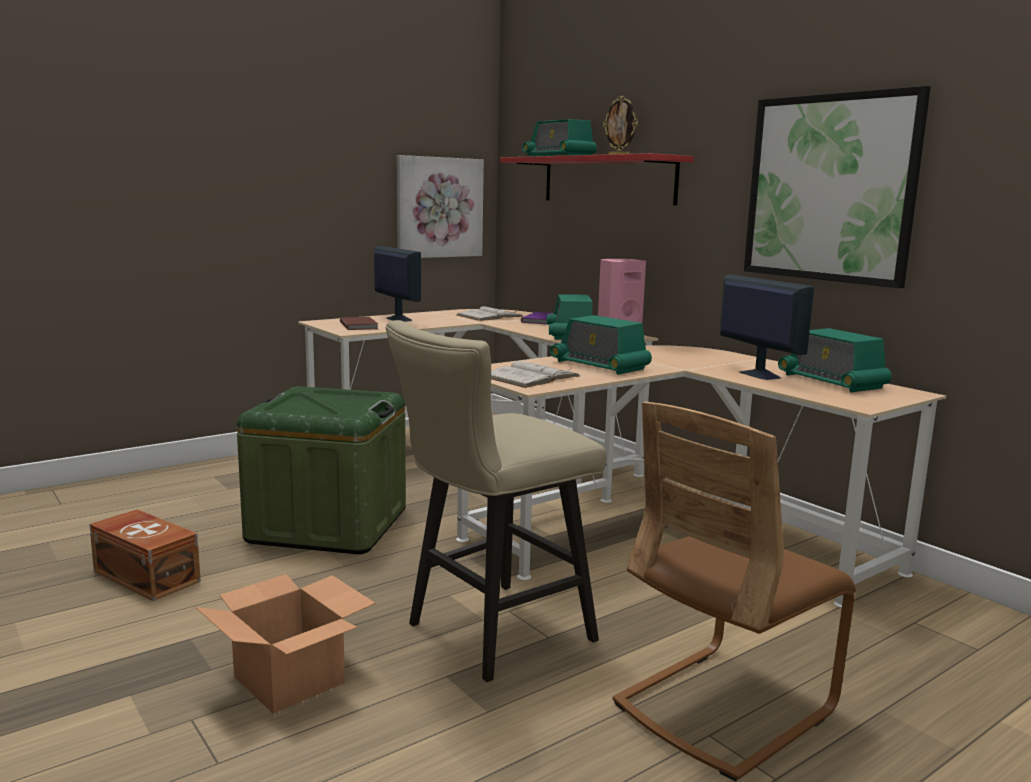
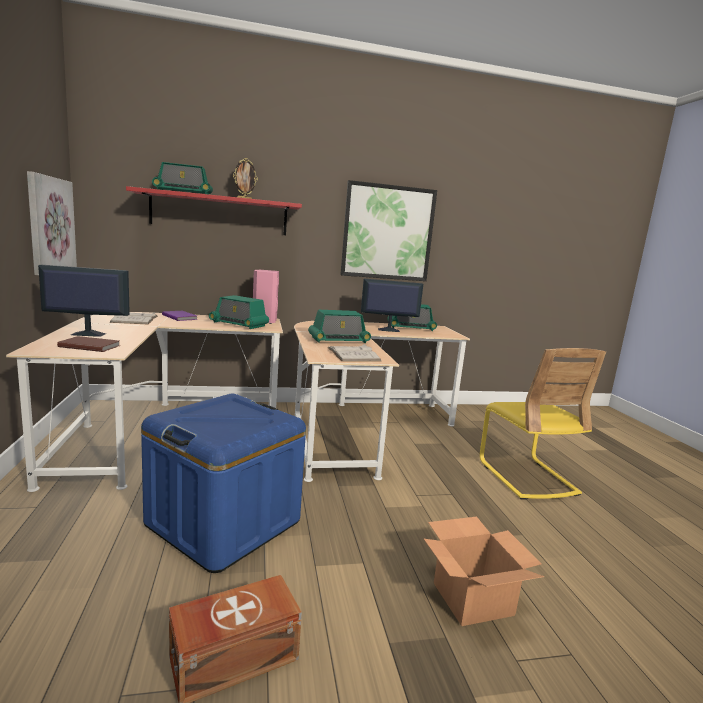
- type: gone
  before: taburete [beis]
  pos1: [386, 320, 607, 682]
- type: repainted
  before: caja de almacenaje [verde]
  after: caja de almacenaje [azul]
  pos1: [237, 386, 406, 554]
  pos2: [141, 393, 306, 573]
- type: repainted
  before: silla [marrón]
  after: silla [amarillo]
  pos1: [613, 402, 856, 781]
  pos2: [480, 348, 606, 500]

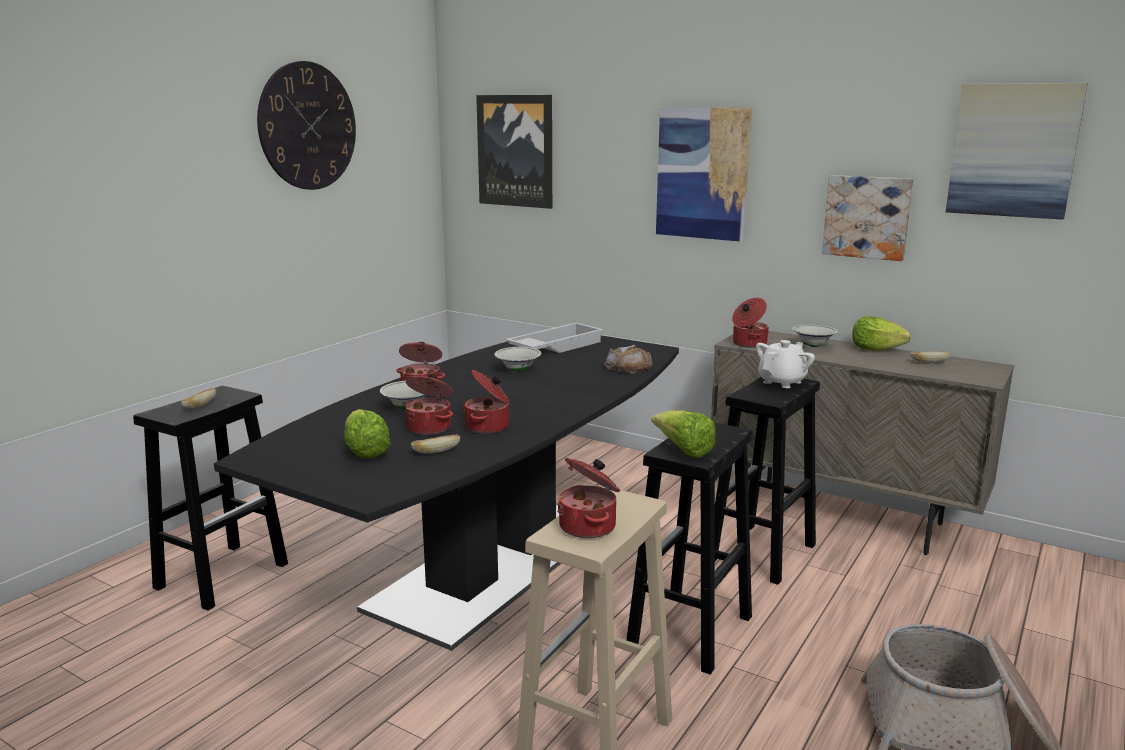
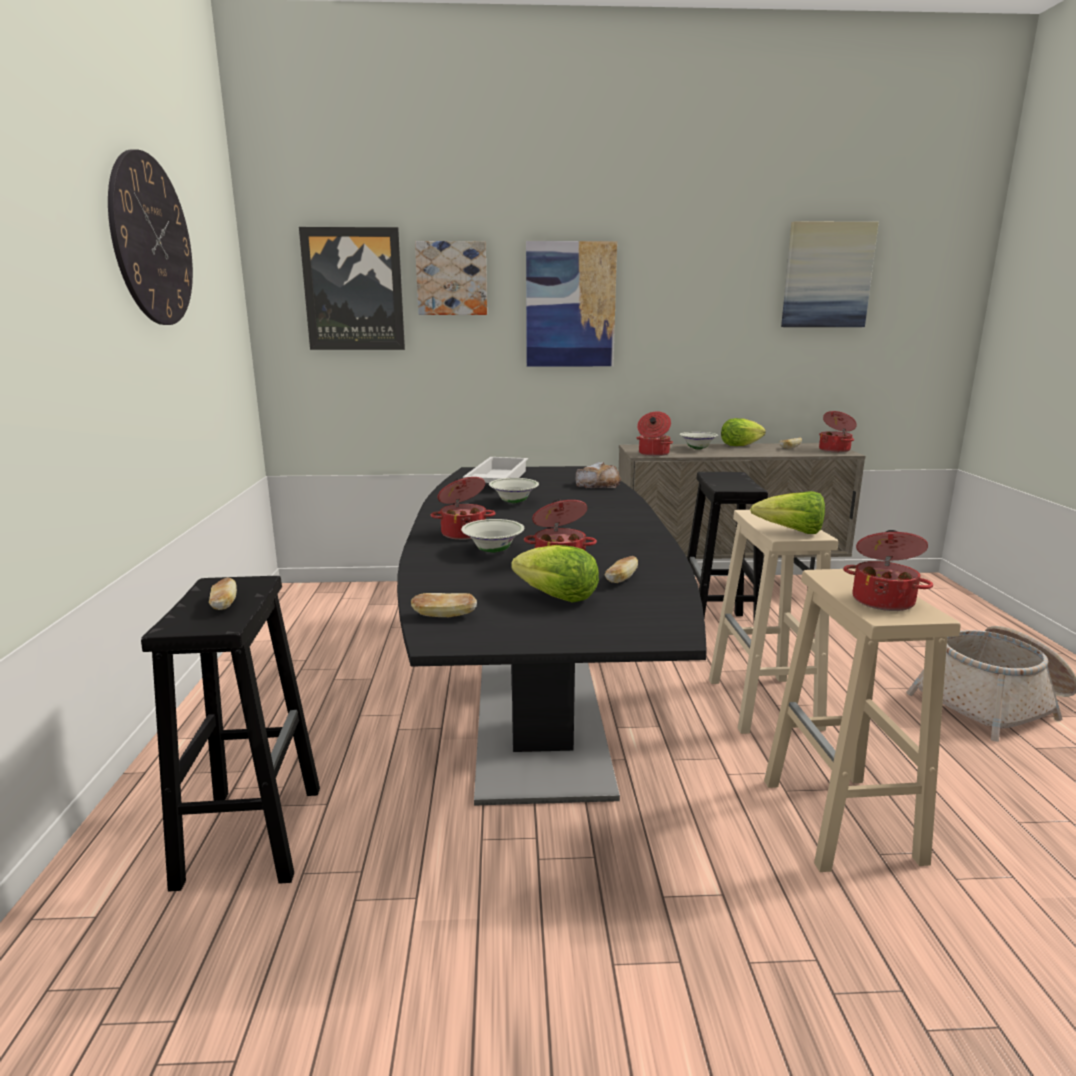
- type: shifted
  before: cuadro
  pos1: [822, 175, 913, 261]
  pos2: [415, 241, 487, 315]
- type: gone
  before: tetera [blanco]
  pos1: [756, 340, 815, 388]
- type: shifted
  before: olla
  pos1: [463, 370, 509, 434]
  pos2: [819, 411, 857, 453]
- type: repainted
  before: taburete [negro]
  after: taburete [beis]
  pos1: [626, 423, 753, 675]
  pos2: [709, 510, 838, 734]
- type: new
  after: pan
  pos2: [411, 593, 477, 617]

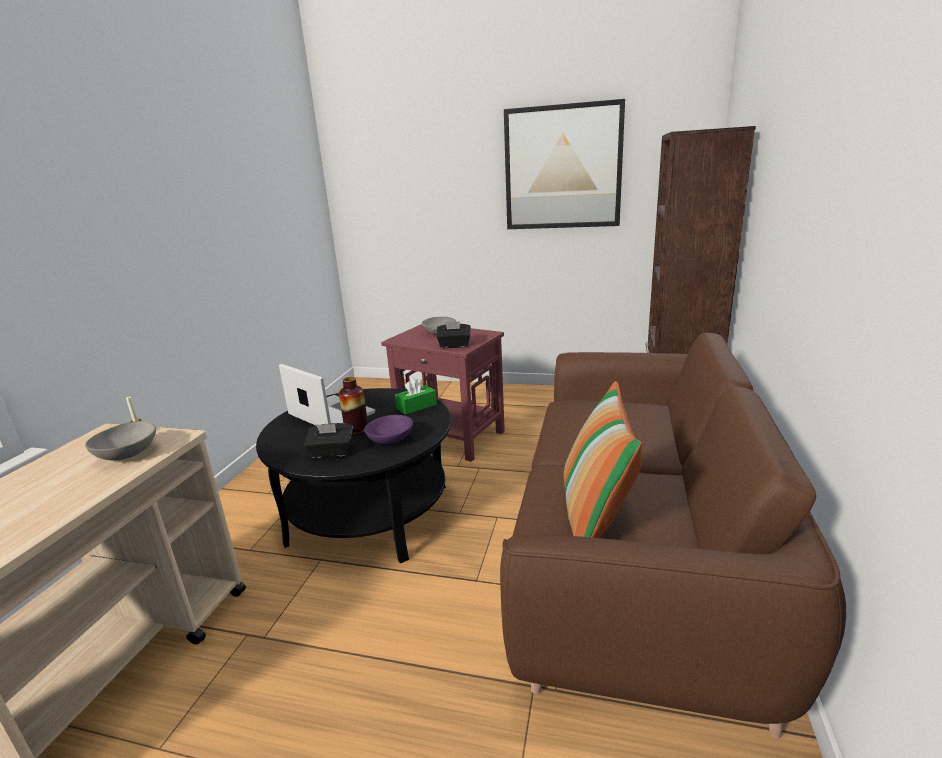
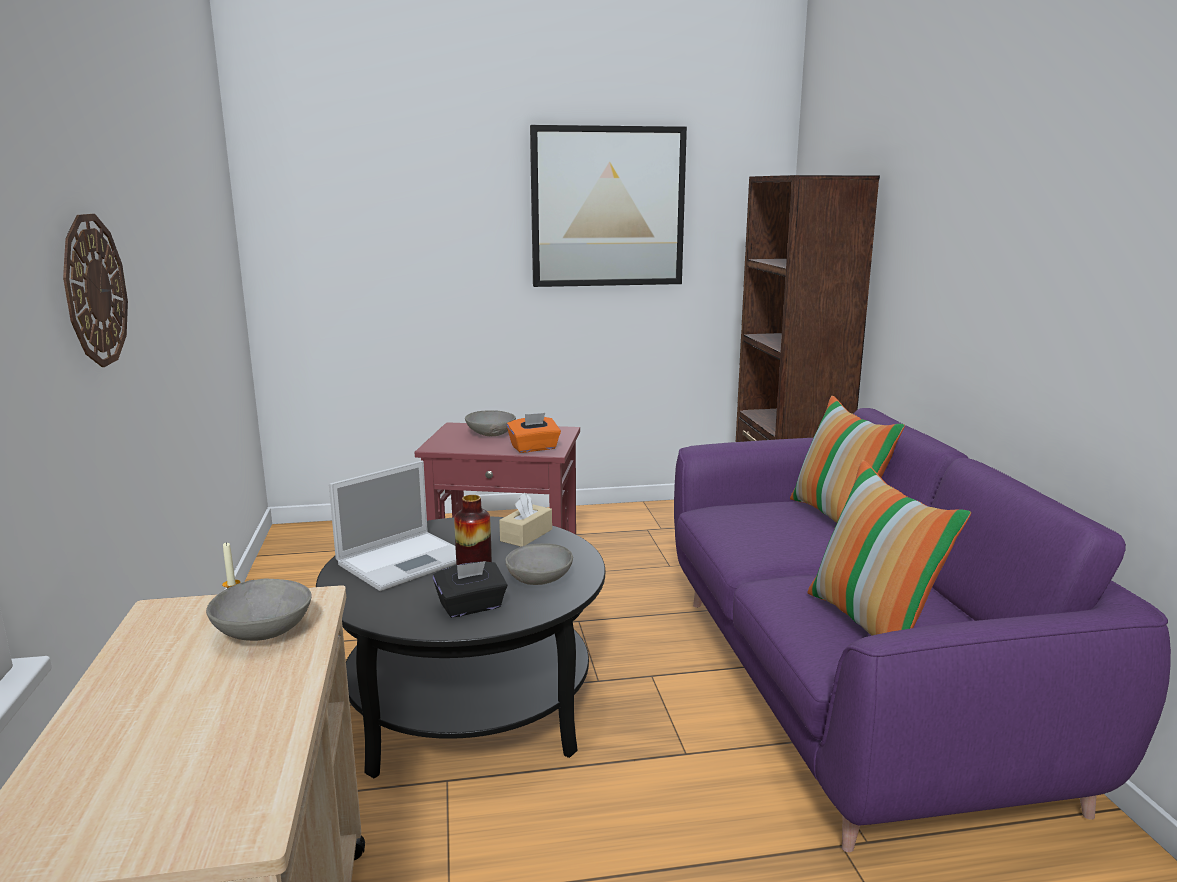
- type: repainted
  before: caja de pañuelos [negro]
  after: caja de pañuelos [naranja]
  pos1: [436, 321, 471, 348]
  pos2: [507, 413, 561, 453]
- type: repainted
  before: sofá [marrón]
  after: sofá [morado]
  pos1: [500, 333, 846, 738]
  pos2: [674, 408, 1171, 852]
- type: rotated
  before: portátil
  pos1: [279, 364, 375, 425]
  pos2: [329, 461, 456, 591]
  turn: 120
- type: repainted
  before: caja de pañuelos [verde]
  after: caja de pañuelos [beis]
  pos1: [395, 377, 437, 415]
  pos2: [499, 492, 552, 547]
- type: repainted
  before: cuenco [morado]
  after: cuenco [gris]
  pos1: [365, 415, 413, 444]
  pos2: [505, 544, 573, 585]
- type: new
  after: reloj de pared
  pos2: [63, 214, 128, 367]
- type: new
  after: cojín
  pos2: [790, 396, 905, 522]

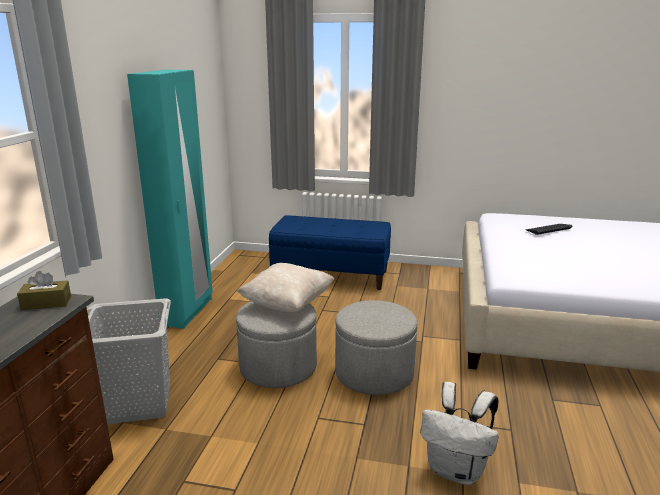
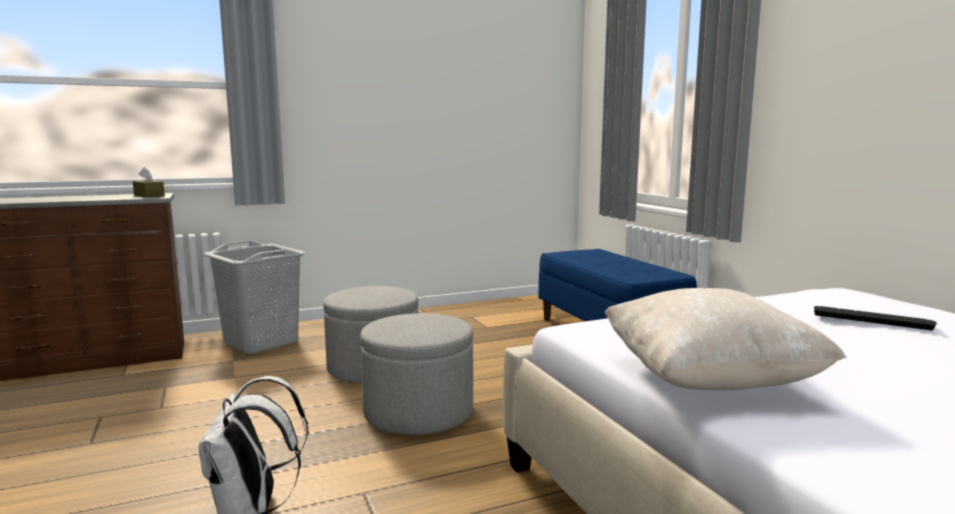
- type: gone
  before: armario ropero [turquesa]
  pos1: [127, 70, 213, 329]
- type: shifted
  before: cojín [beis]
  pos1: [237, 263, 334, 312]
  pos2: [604, 288, 847, 390]

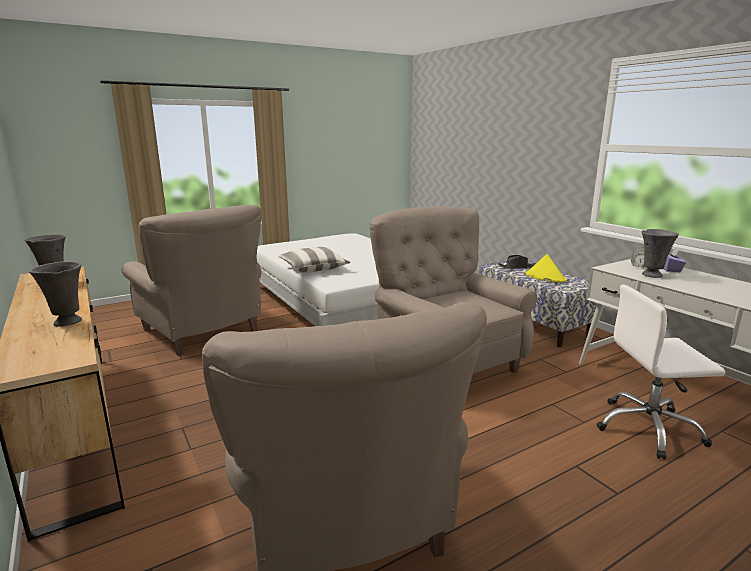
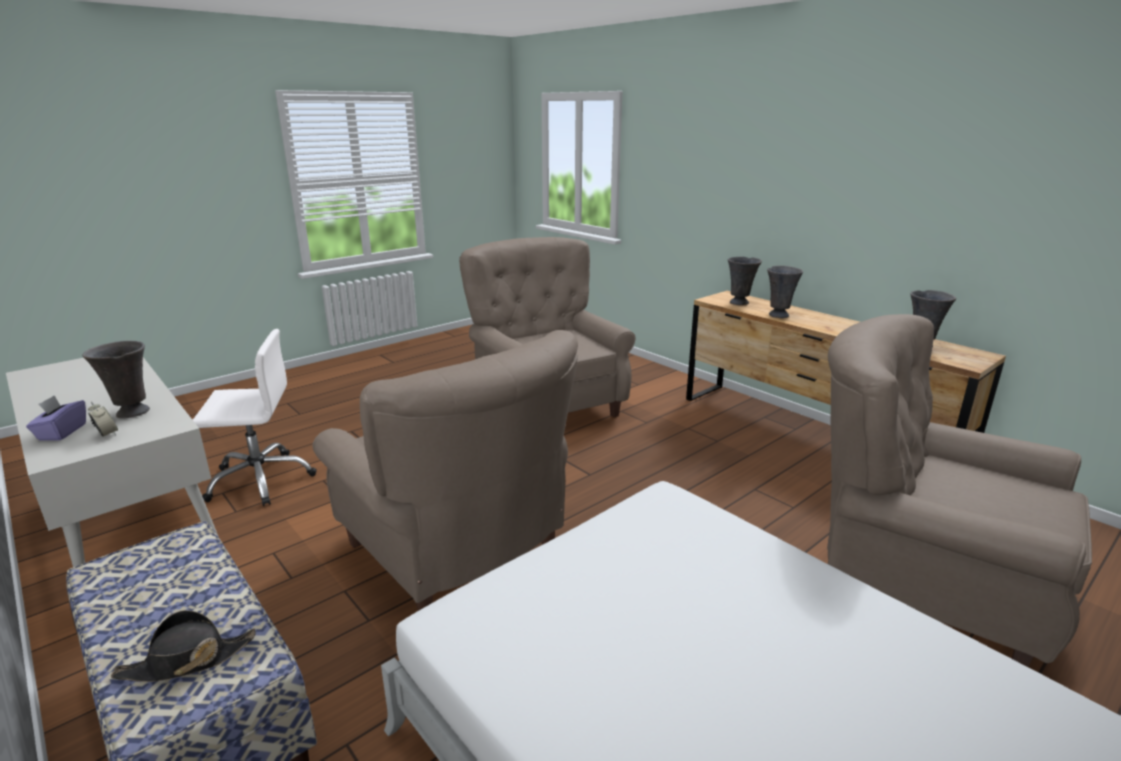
- type: gone
  before: cojín
  pos1: [278, 247, 350, 273]
- type: gone
  before: sombrero [amarillo]
  pos1: [526, 254, 567, 282]
- type: new
  after: florero [gris]
  pos2: [728, 257, 762, 305]

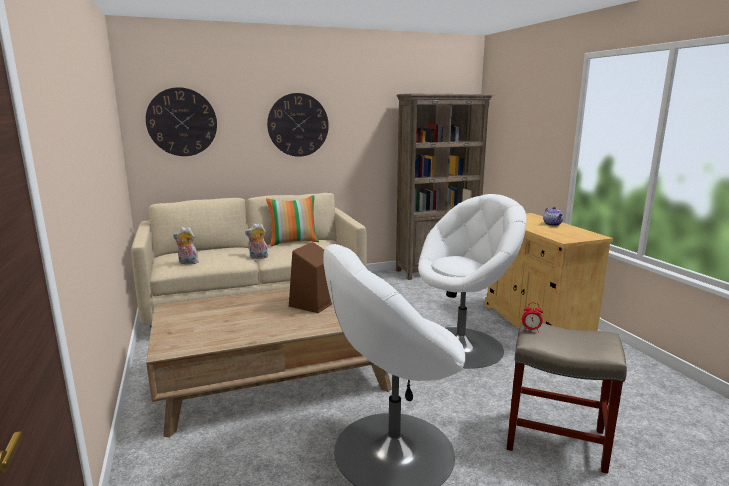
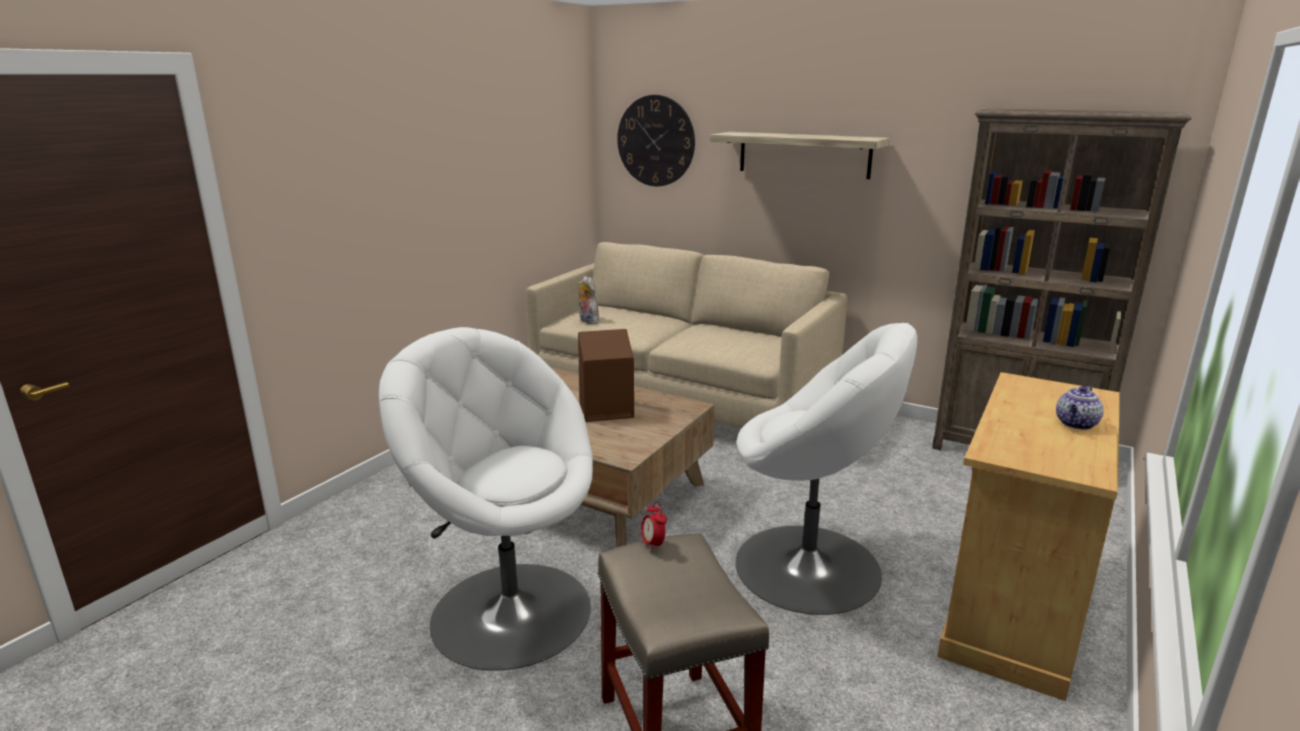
- type: swapped
  before: reloj de pared
  after: estante
  pos1: [267, 93, 329, 157]
  pos2: [710, 132, 890, 179]
- type: gone
  before: cojín
  pos1: [266, 195, 319, 246]
- type: gone
  before: peluche
  pos1: [245, 223, 268, 259]

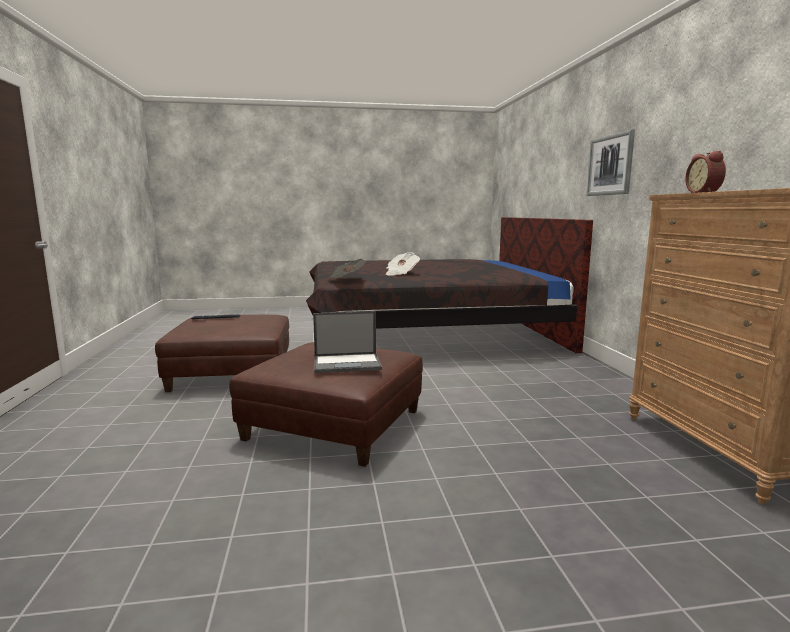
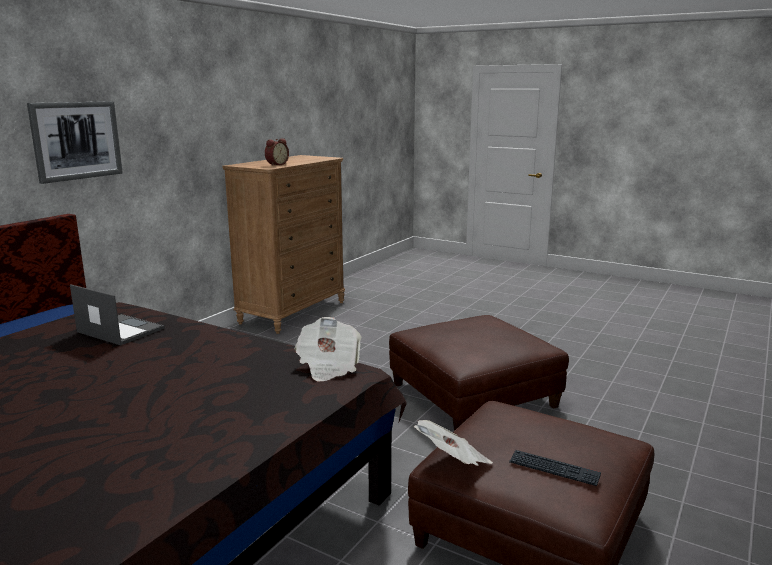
- type: shifted
  before: periódico
  pos1: [386, 252, 420, 276]
  pos2: [414, 420, 493, 466]
- type: shifted
  before: portátil
  pos1: [313, 311, 382, 373]
  pos2: [70, 284, 165, 346]

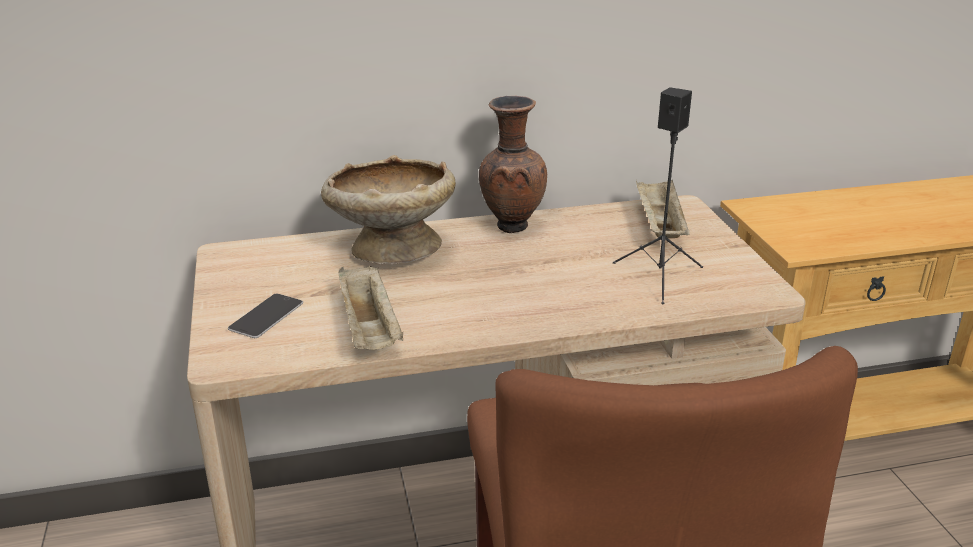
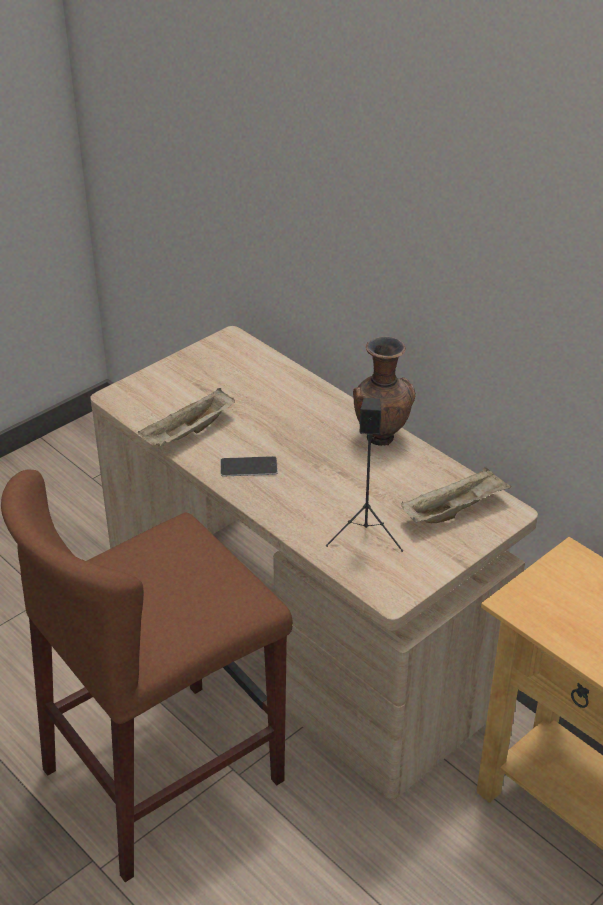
- type: gone
  before: cuenco [beis]
  pos1: [321, 155, 456, 264]
- type: shifted
  before: móvil
  pos1: [228, 293, 303, 338]
  pos2: [220, 456, 278, 476]

